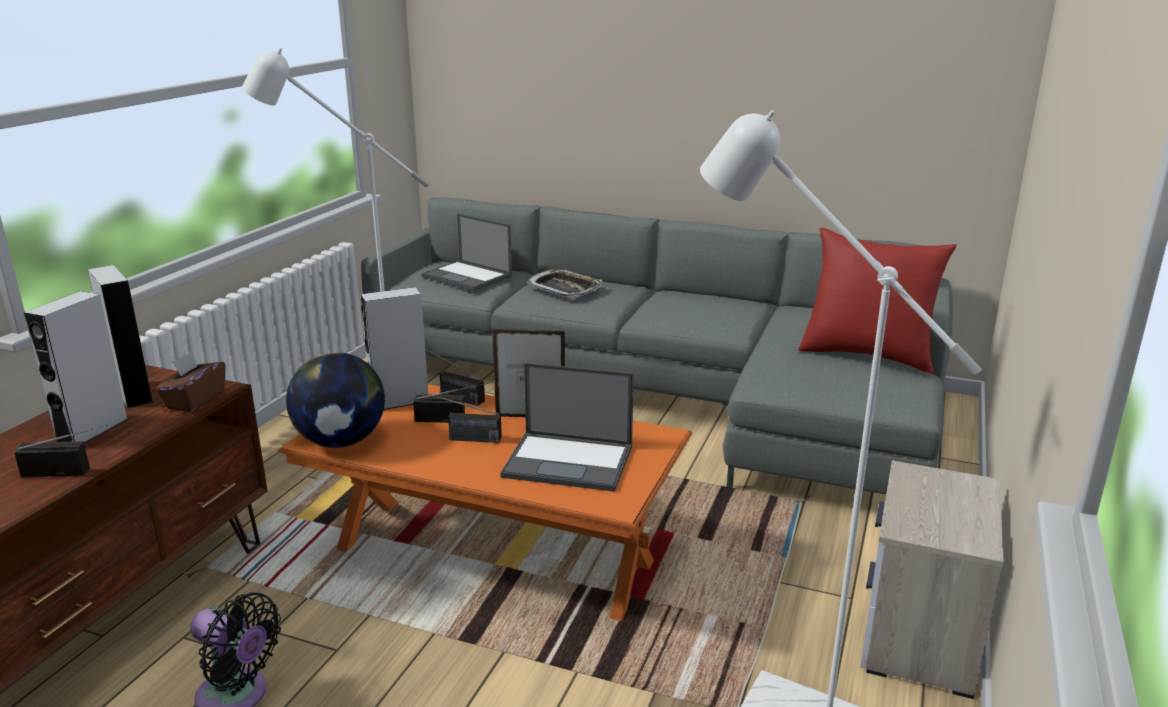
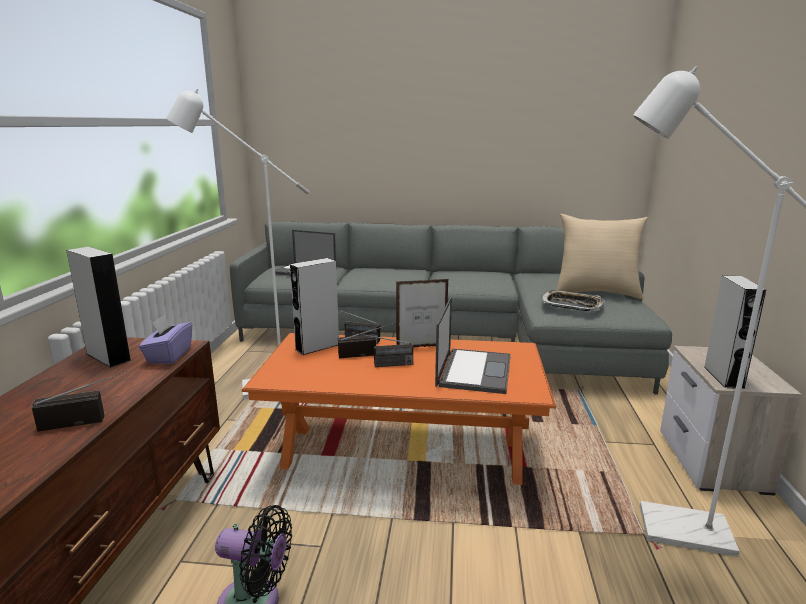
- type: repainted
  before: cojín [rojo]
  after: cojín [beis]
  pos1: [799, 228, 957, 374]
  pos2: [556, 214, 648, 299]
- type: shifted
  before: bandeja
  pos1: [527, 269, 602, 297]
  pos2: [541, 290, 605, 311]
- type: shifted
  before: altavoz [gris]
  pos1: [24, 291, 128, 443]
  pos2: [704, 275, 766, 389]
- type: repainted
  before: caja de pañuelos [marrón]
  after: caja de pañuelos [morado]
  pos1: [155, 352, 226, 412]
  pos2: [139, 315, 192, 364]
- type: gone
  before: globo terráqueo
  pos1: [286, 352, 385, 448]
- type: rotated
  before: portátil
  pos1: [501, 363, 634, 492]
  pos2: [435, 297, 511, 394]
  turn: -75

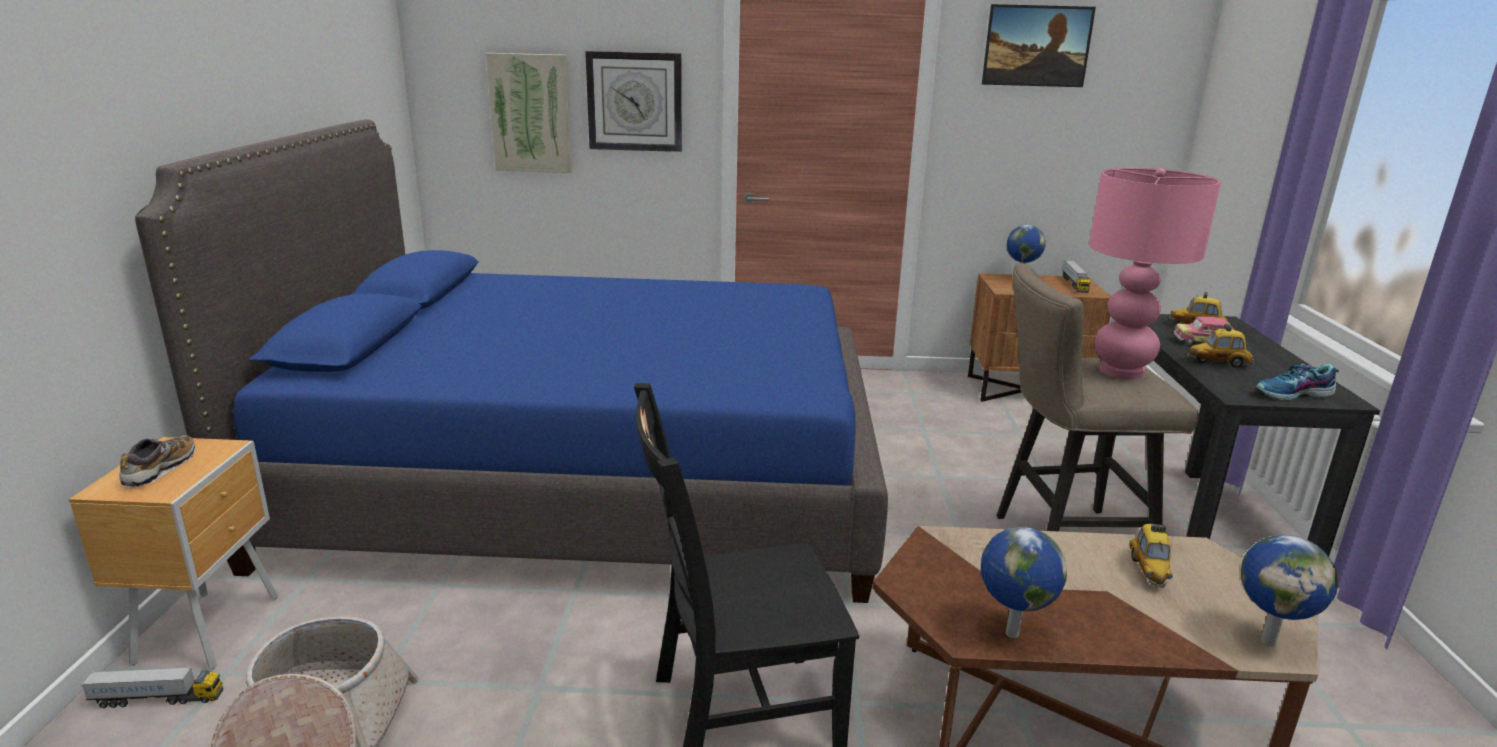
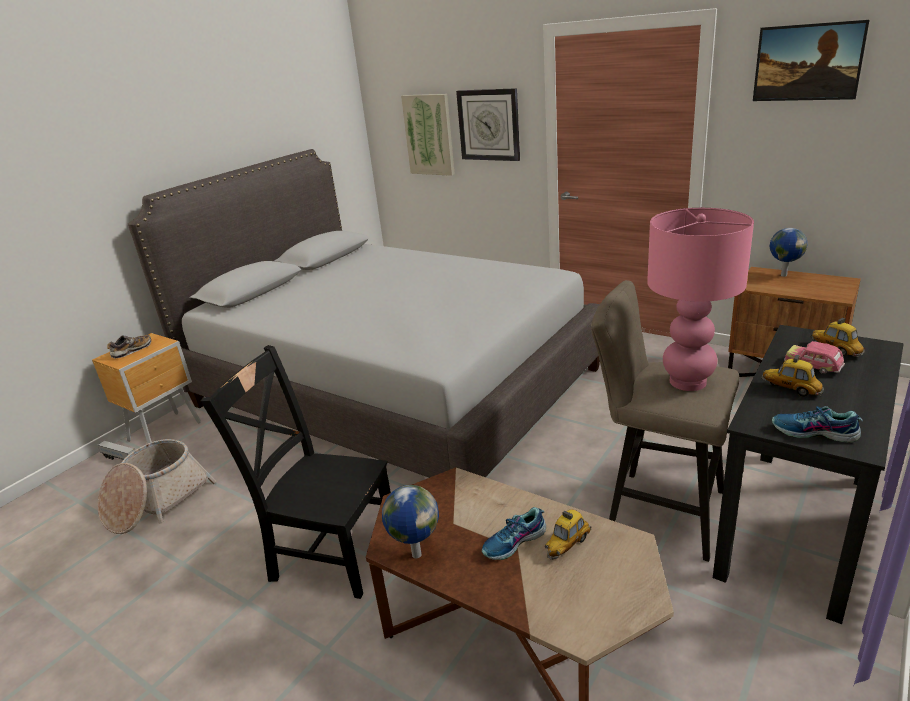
- type: repainted
  before: cama [azul]
  after: cama [gris]
  pos1: [135, 119, 888, 603]
  pos2: [128, 149, 600, 478]
- type: gone
  before: camión de juguete
  pos1: [1063, 260, 1090, 293]
- type: gone
  before: globo terráqueo
  pos1: [1241, 535, 1338, 646]
- type: new
  after: zapato
  pos2: [482, 507, 546, 560]

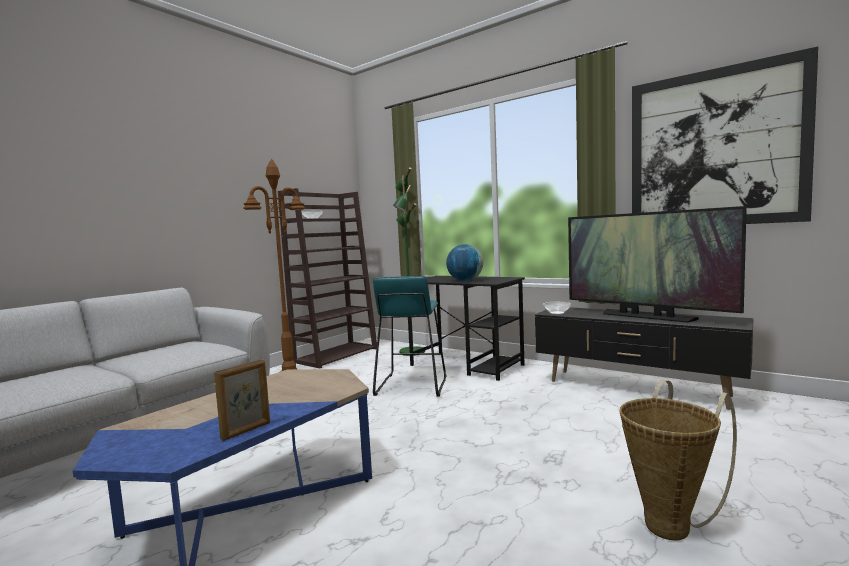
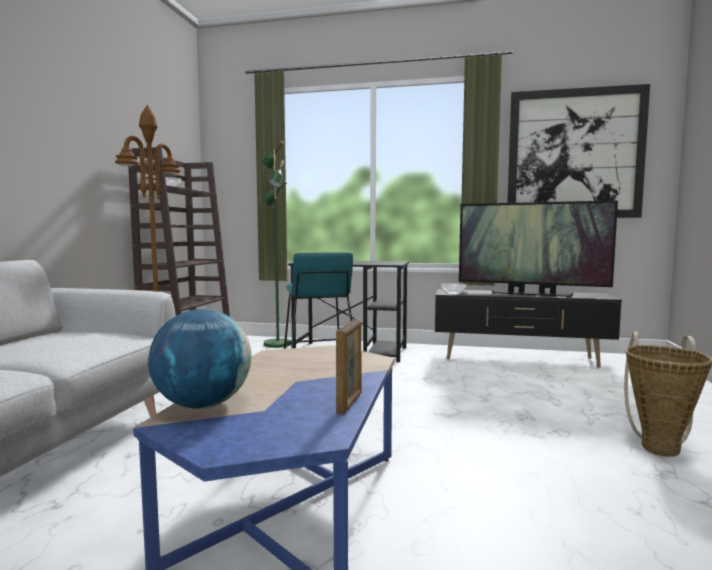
- type: shifted
  before: globo terráqueo
  pos1: [446, 244, 483, 281]
  pos2: [148, 309, 252, 409]

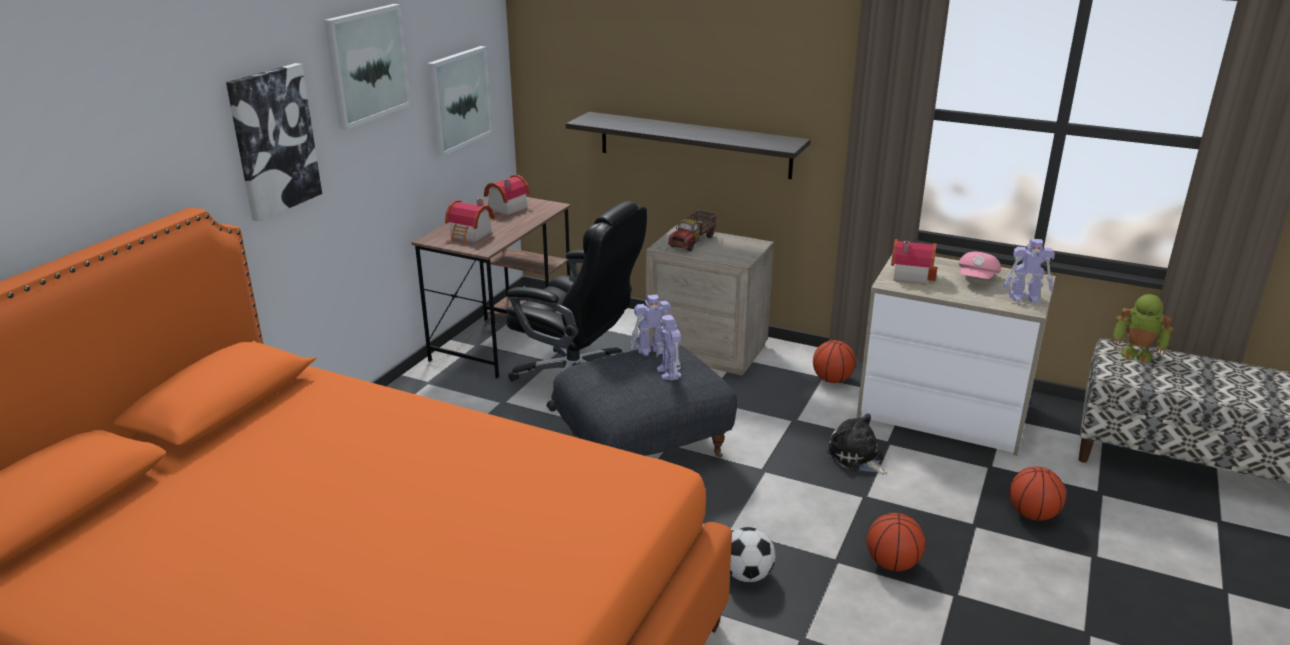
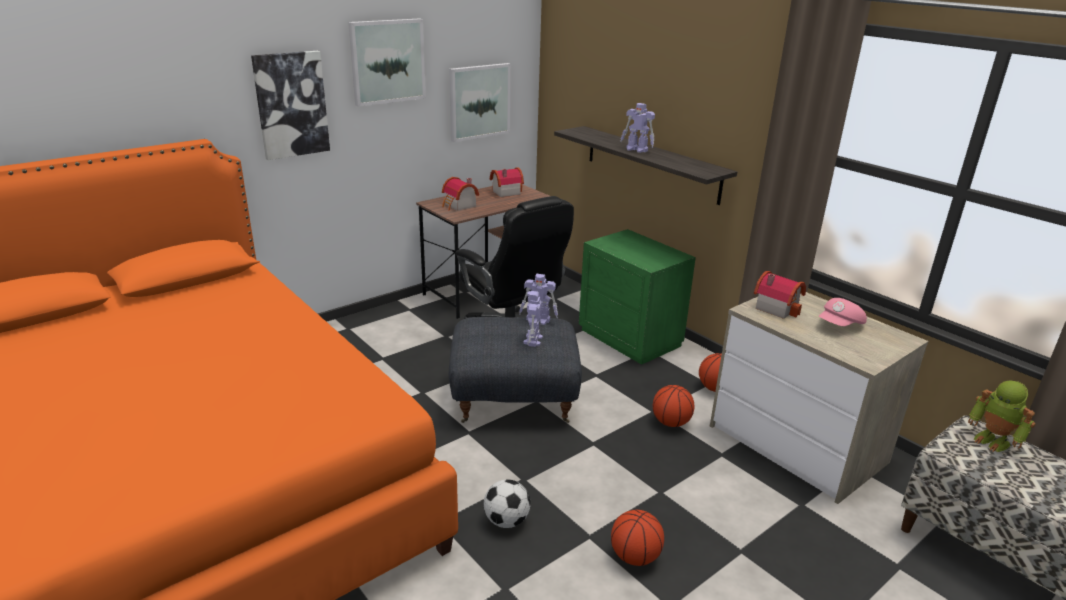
- type: gone
  before: camión de juguete
  pos1: [668, 210, 717, 251]
- type: repainted
  before: mesita de noche [beis]
  after: mesita de noche [verde]
  pos1: [646, 225, 774, 375]
  pos2: [579, 229, 696, 365]
- type: shifted
  before: robot de juguete
  pos1: [1003, 239, 1055, 303]
  pos2: [620, 103, 655, 153]
- type: gone
  before: peluche
  pos1: [827, 413, 888, 475]
- type: shifted
  before: balón de baloncesto
  pos1: [1009, 467, 1066, 521]
  pos2: [653, 385, 694, 427]

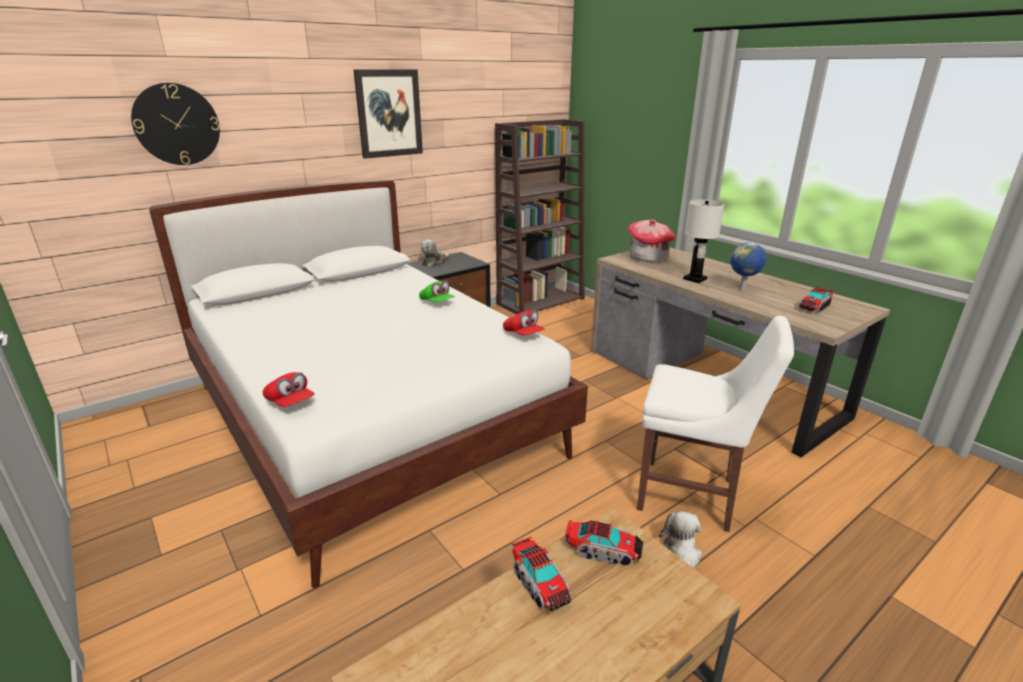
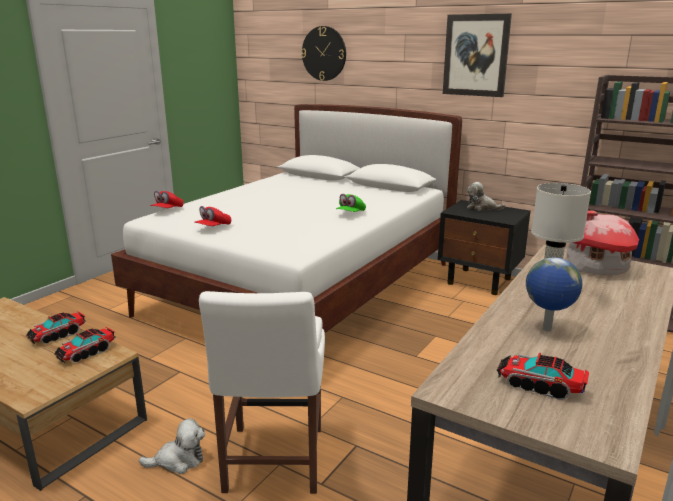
- type: shifted
  before: gorra [rojo]
  pos1: [503, 310, 545, 335]
  pos2: [194, 206, 231, 226]
- type: rotated
  before: camión de juguete
  pos1: [565, 520, 644, 565]
  pos2: [54, 327, 115, 363]
  turn: 45

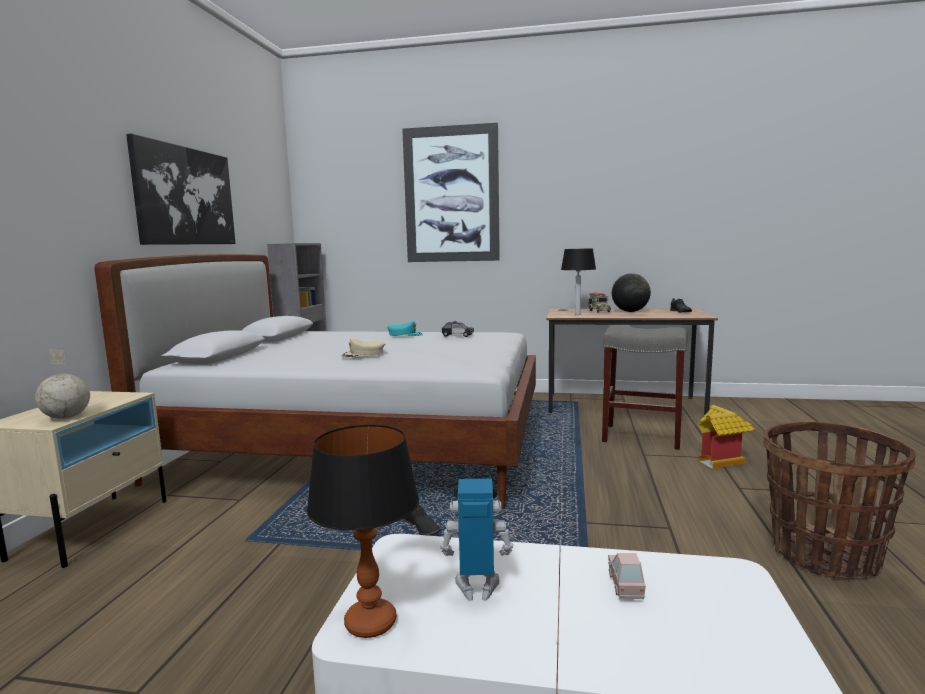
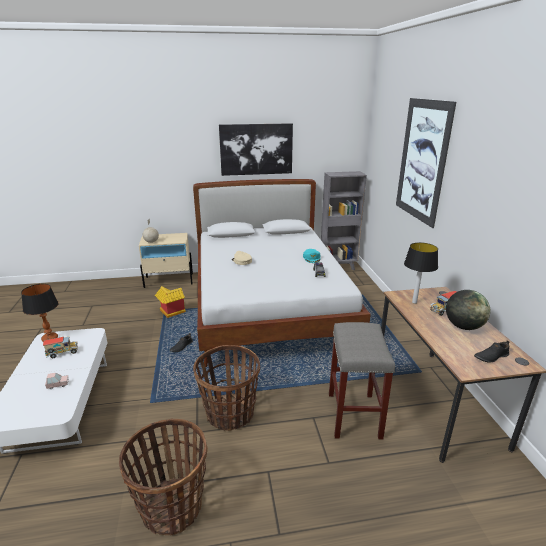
- type: shifted
  before: casita
  pos1: [698, 405, 755, 468]
  pos2: [155, 286, 186, 318]
- type: swapped
  before: robot de juguete
  after: camión de juguete
  pos1: [440, 479, 513, 601]
  pos2: [43, 337, 78, 358]
- type: new
  after: cesta
  pos2: [193, 345, 260, 431]

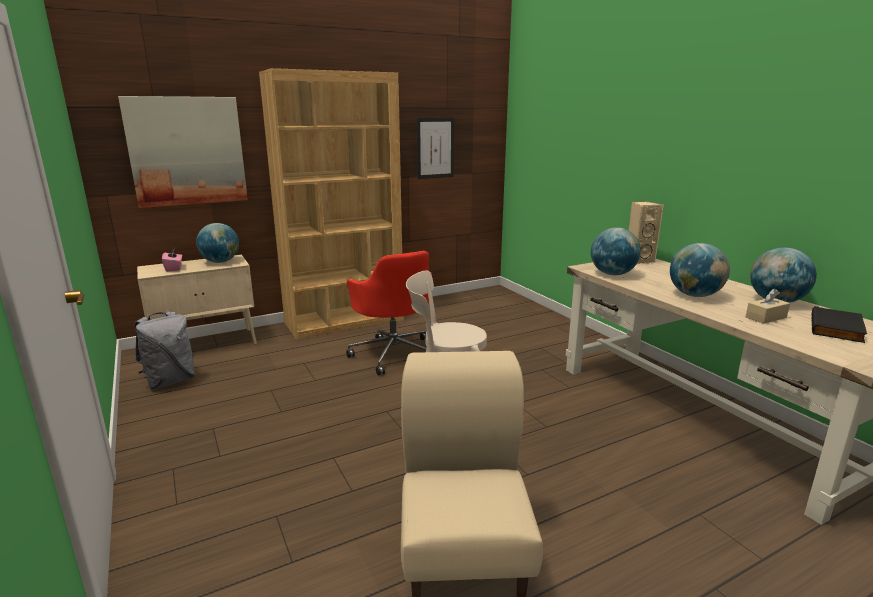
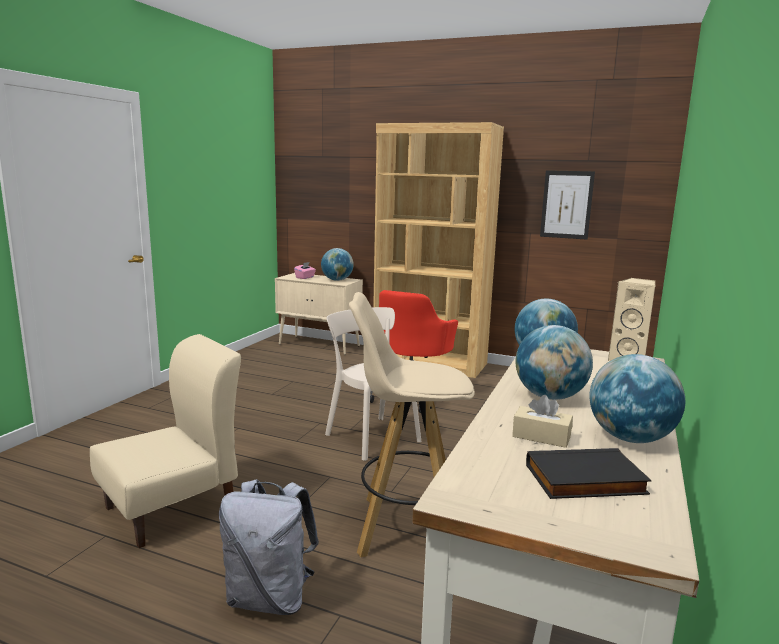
- type: gone
  before: cuadro
  pos1: [118, 96, 248, 208]
- type: shifted
  before: mochila [gris]
  pos1: [135, 312, 195, 389]
  pos2: [219, 479, 319, 615]
- type: new
  after: taburete [beis]
  pos2: [349, 292, 475, 557]

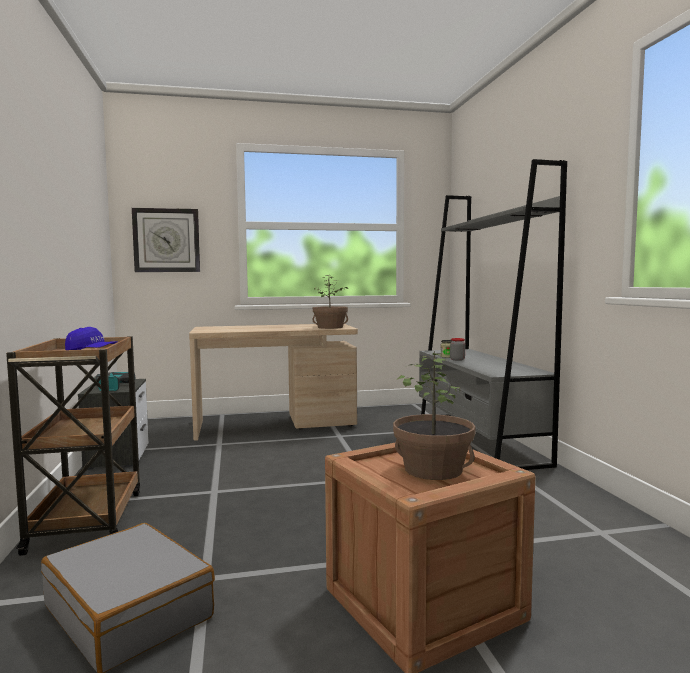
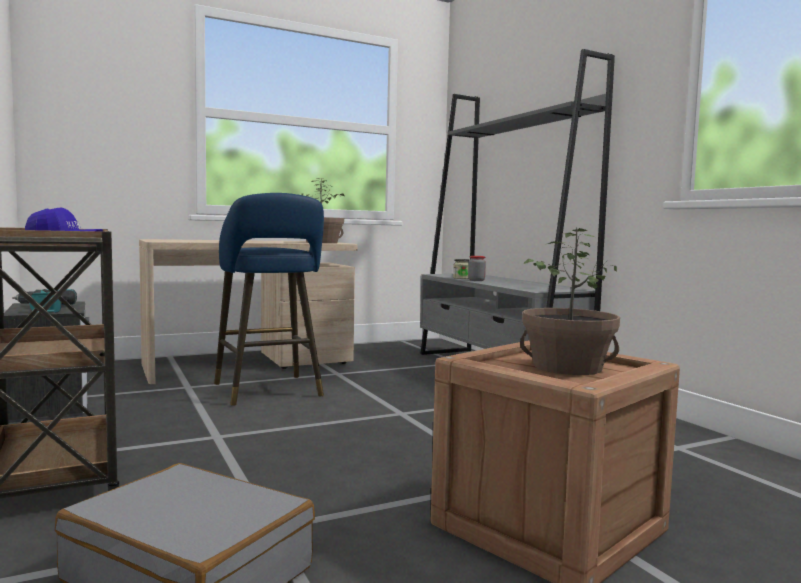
- type: gone
  before: reloj de pared
  pos1: [132, 208, 200, 272]
- type: new
  after: taburete [azul]
  pos2: [214, 193, 324, 406]

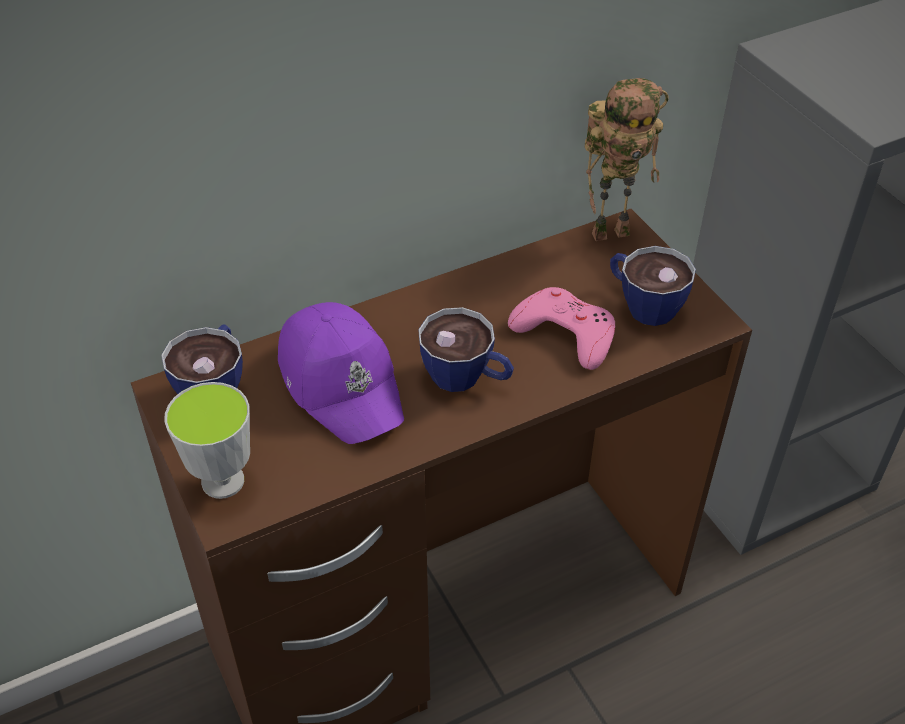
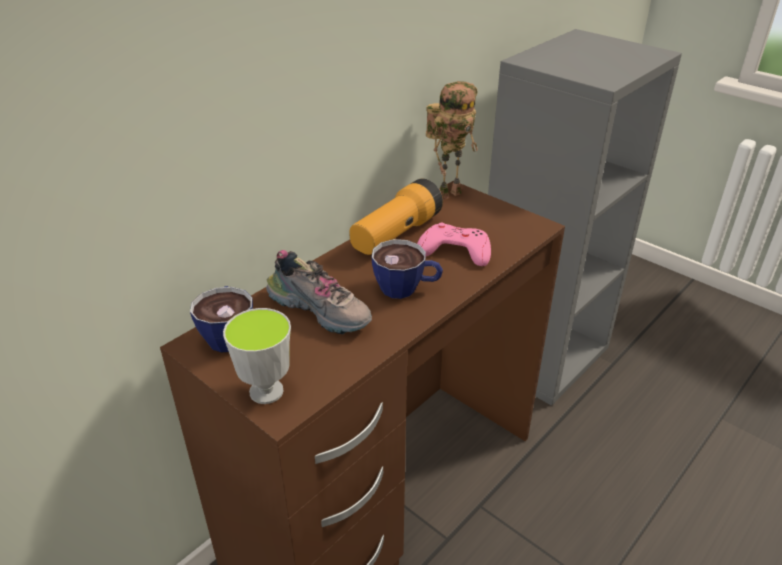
- type: gone
  before: taza
  pos1: [610, 246, 696, 326]
- type: swapped
  before: gorra [morado]
  after: zapato
  pos1: [278, 302, 404, 444]
  pos2: [266, 250, 372, 334]
- type: new
  after: linterna
  pos2: [349, 179, 443, 255]

